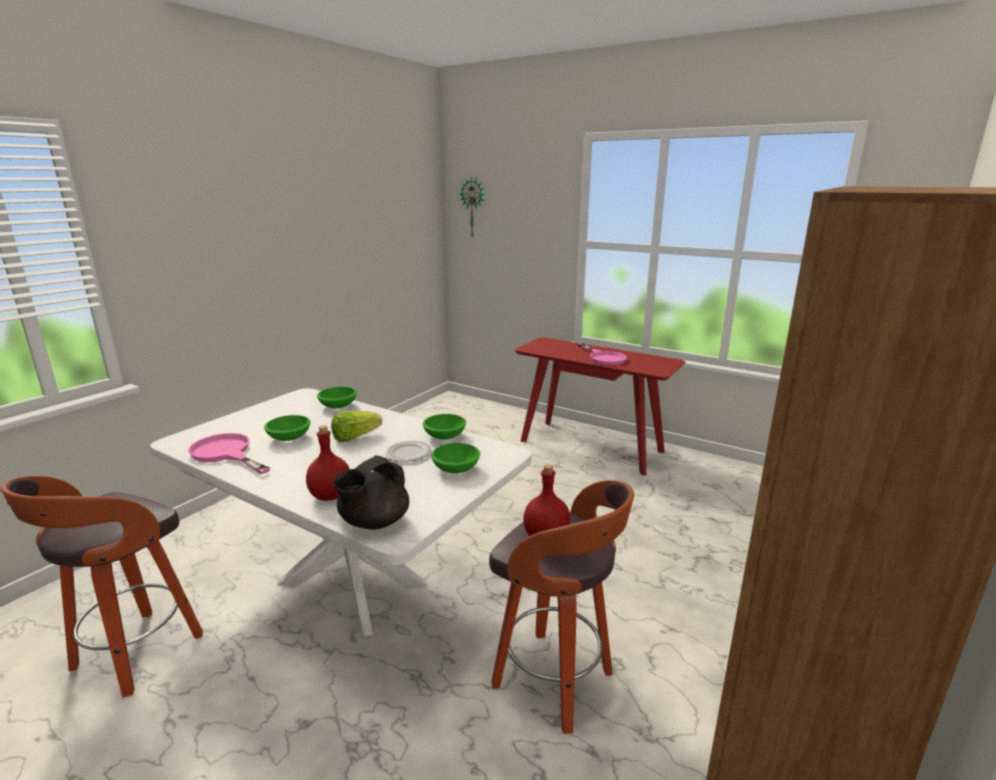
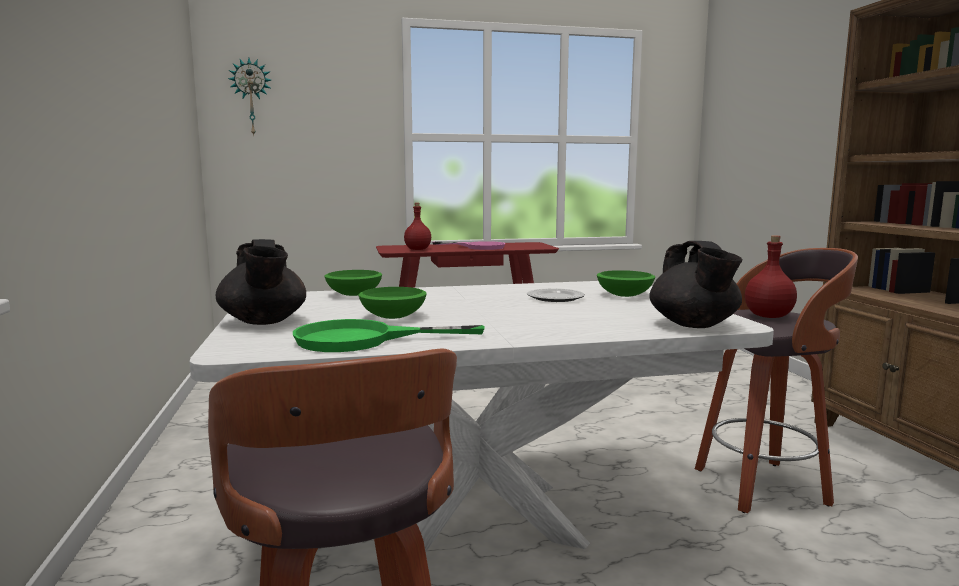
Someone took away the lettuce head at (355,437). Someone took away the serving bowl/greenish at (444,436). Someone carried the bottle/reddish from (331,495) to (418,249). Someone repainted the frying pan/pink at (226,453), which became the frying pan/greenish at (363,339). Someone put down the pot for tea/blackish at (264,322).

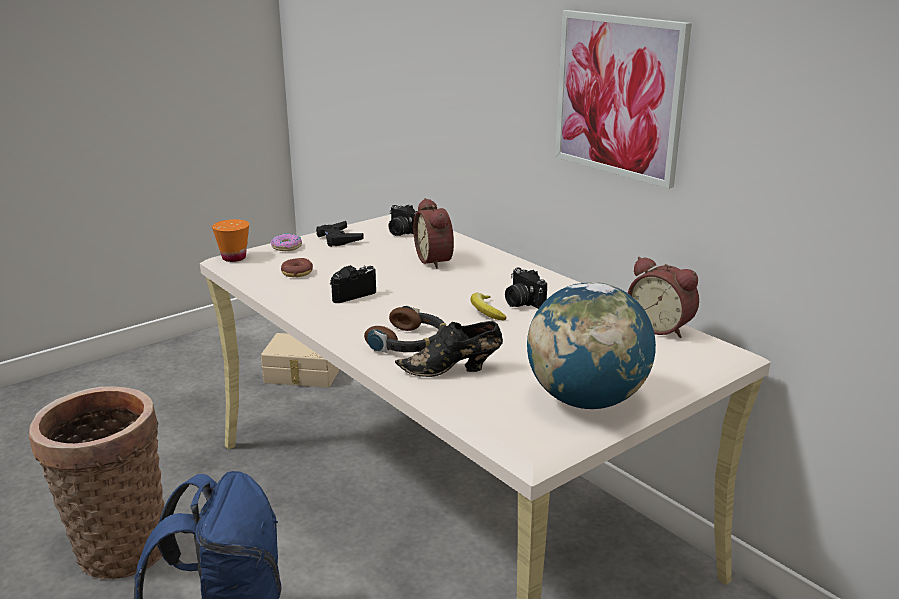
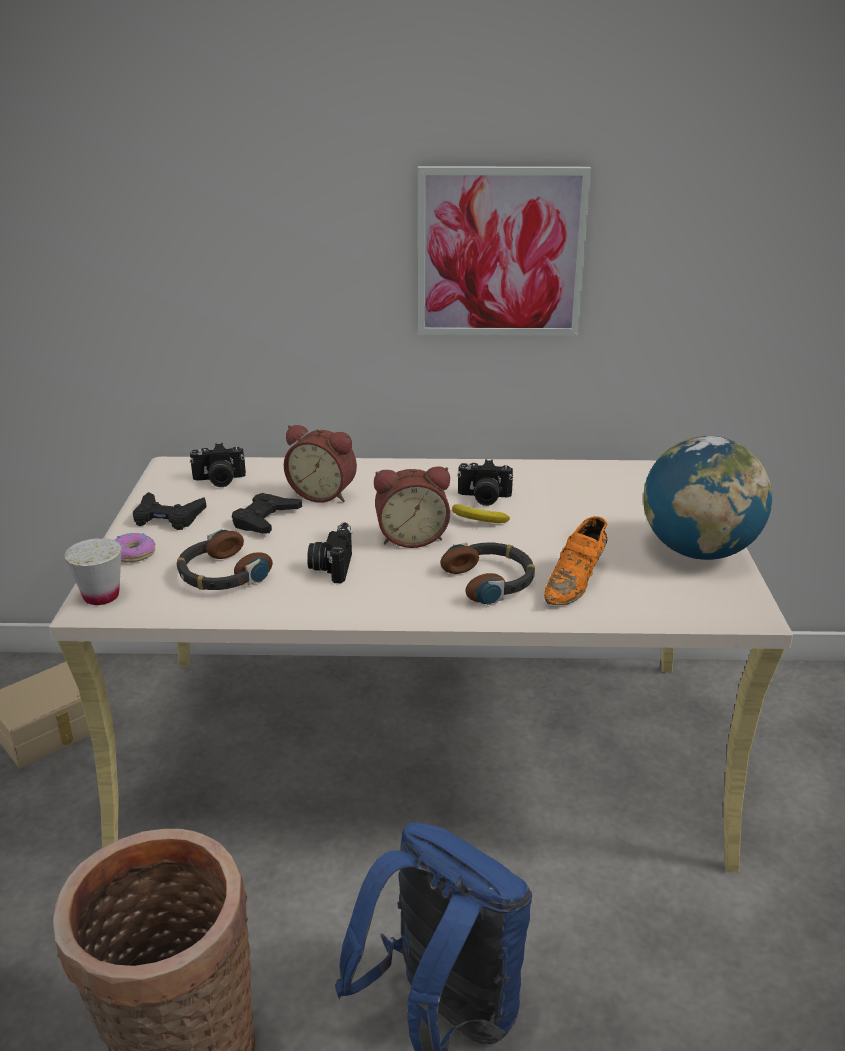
Someone repainted the drinking cup/orange-coloured at (234,258), which became the drinking cup/white-coloured at (101,596). Someone carried the bedside clock from (661,327) to (411,537). Someone swapped the donut at (297,273) for the headphones at (221,574). Someone repainted the shoe/blackish at (453,370), which became the shoe/orange-coloured at (576,583). Someone put down the gamepad/blackish at (265,519).

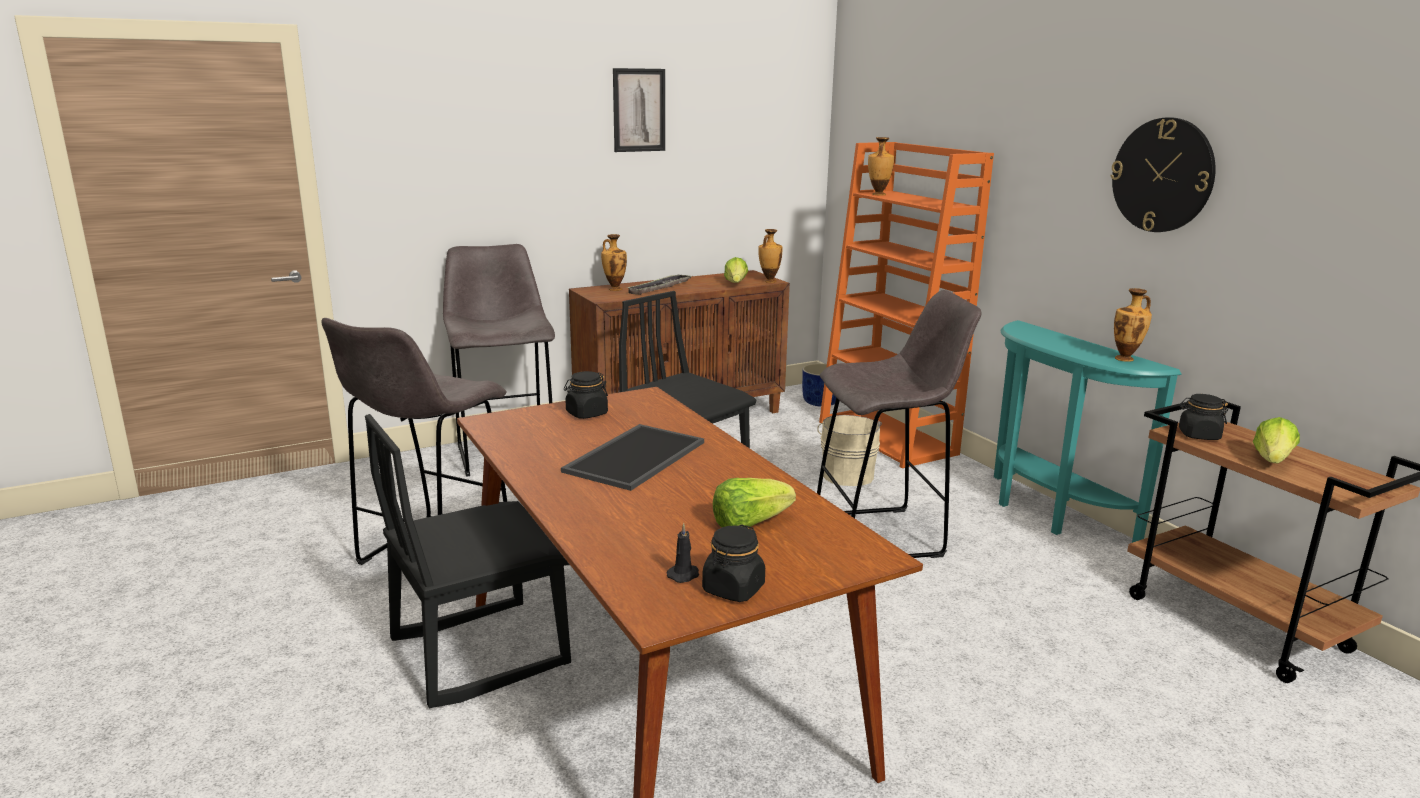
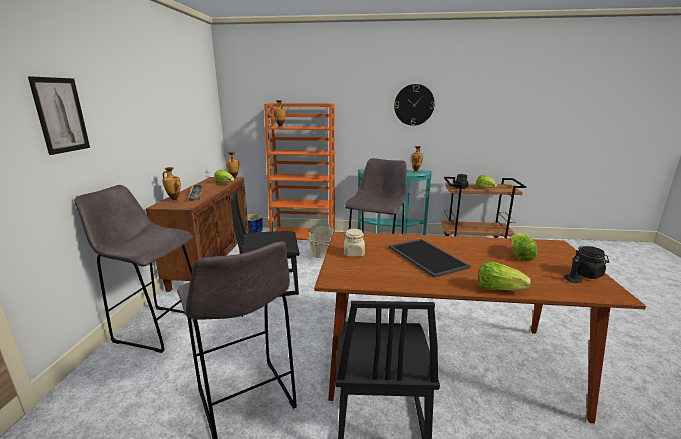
Someone carried the wall art from (639,110) to (61,115). Someone repainted the preserve jar/blackish at (586,414), which became the preserve jar/beige-coloured at (354,253). Someone put down the lettuce head at (498,289).

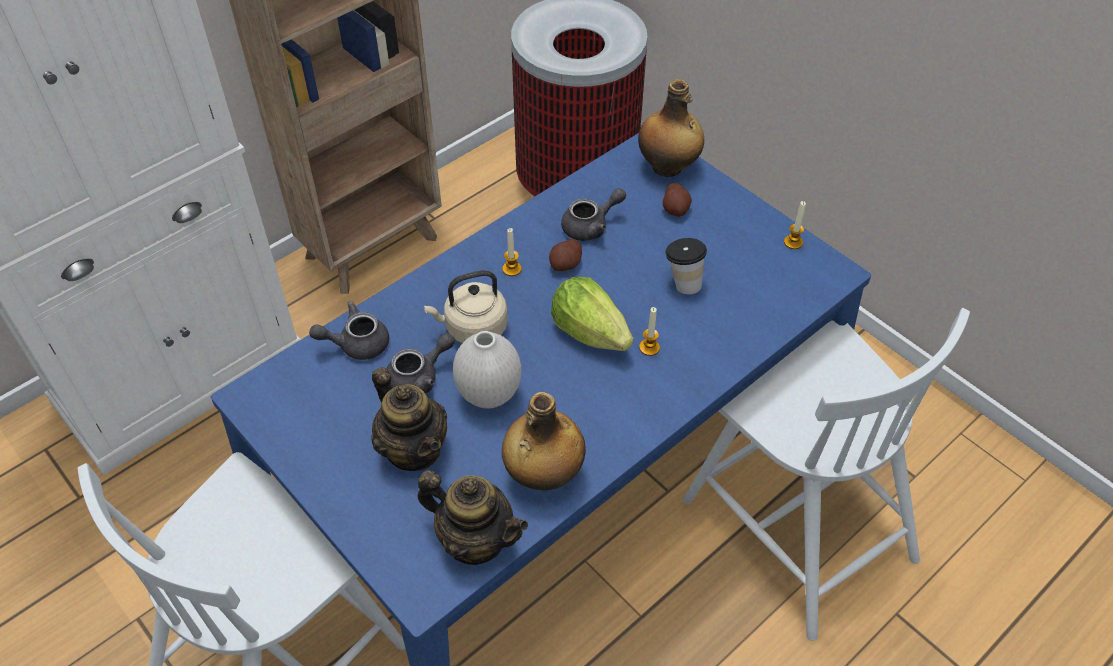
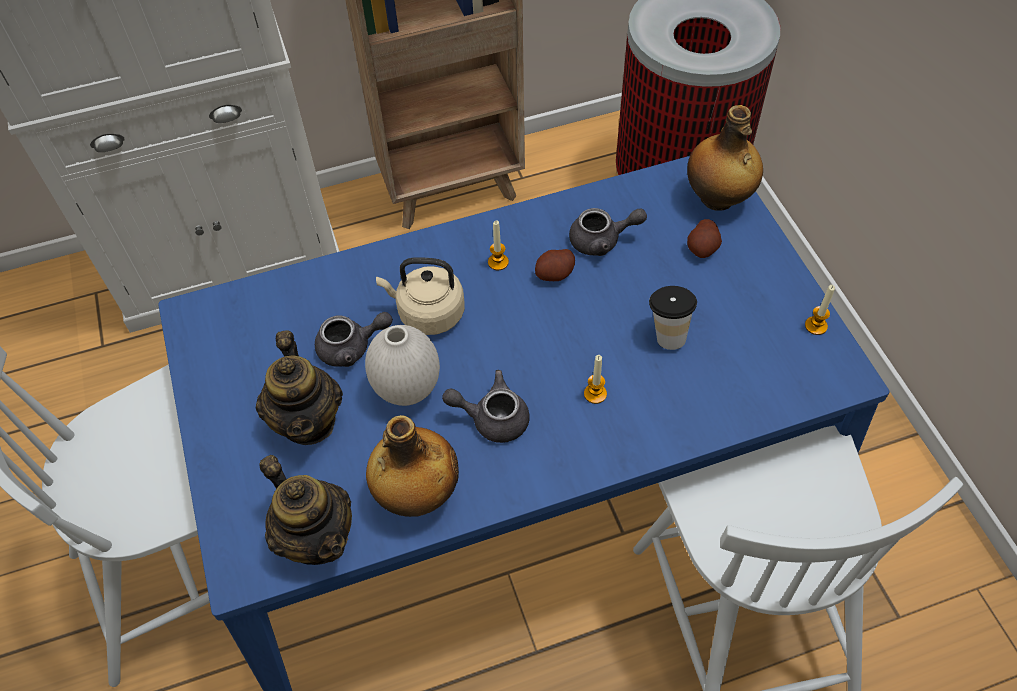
Someone took away the lettuce head at (590,332). Someone carried the pot for tea/greyish from (356,344) to (492,418).

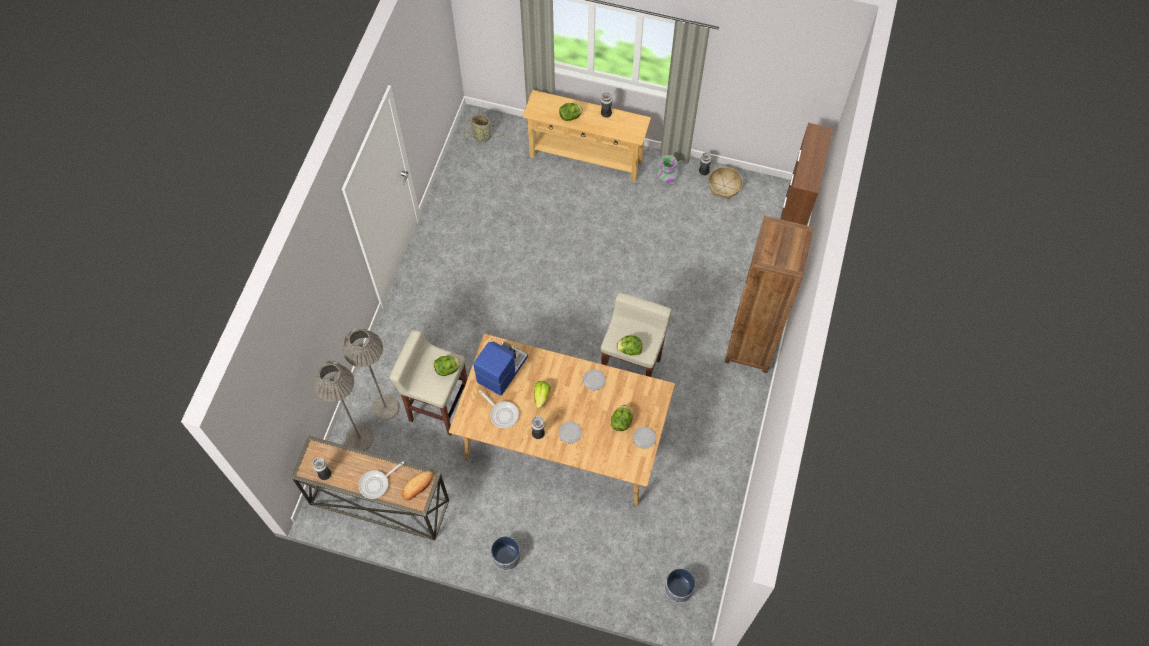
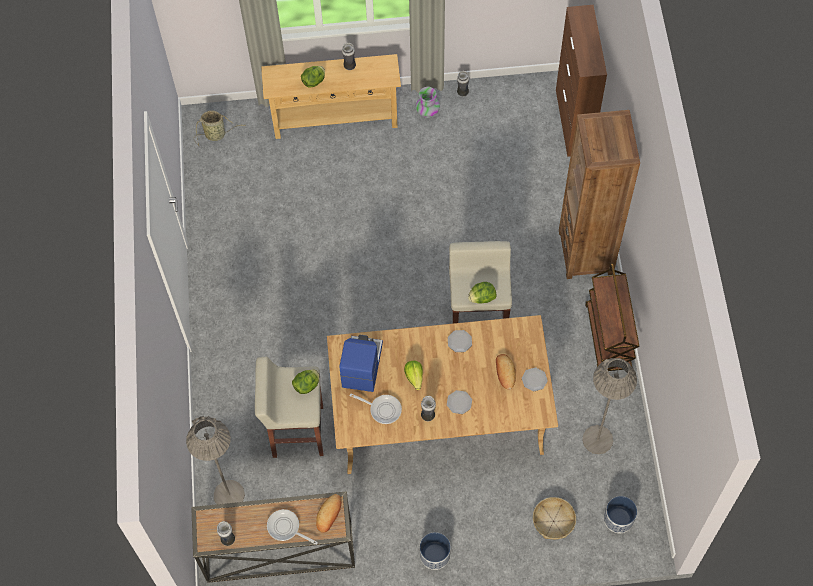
Someone carried the storage basket from (724,186) to (553,521). Someone carried the standard lamp/greyish from (385,407) to (597,439). Someone swapped the lettuce head at (621,421) for the bread at (505,372). Someone rotated the frying pan at (376,484) by 90 degrees clockwise. Someone put down the wheeled cart/brown at (608,339).

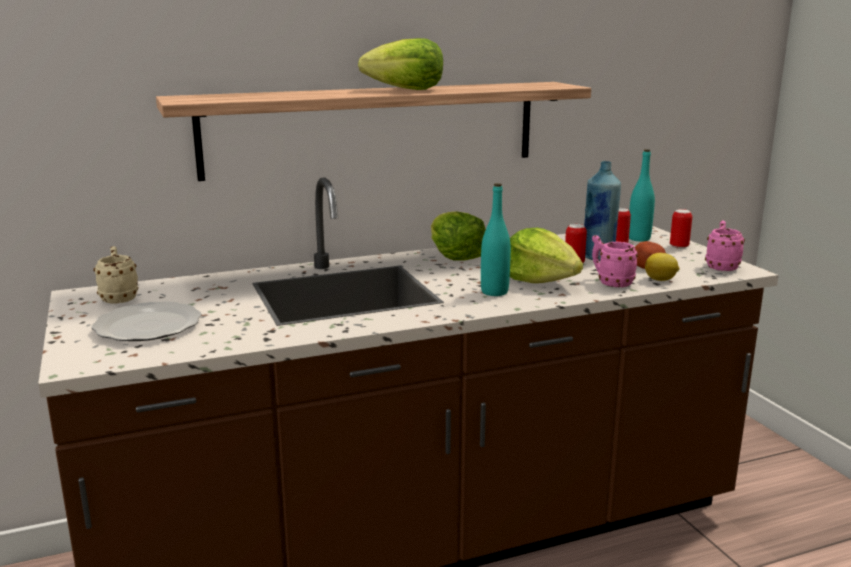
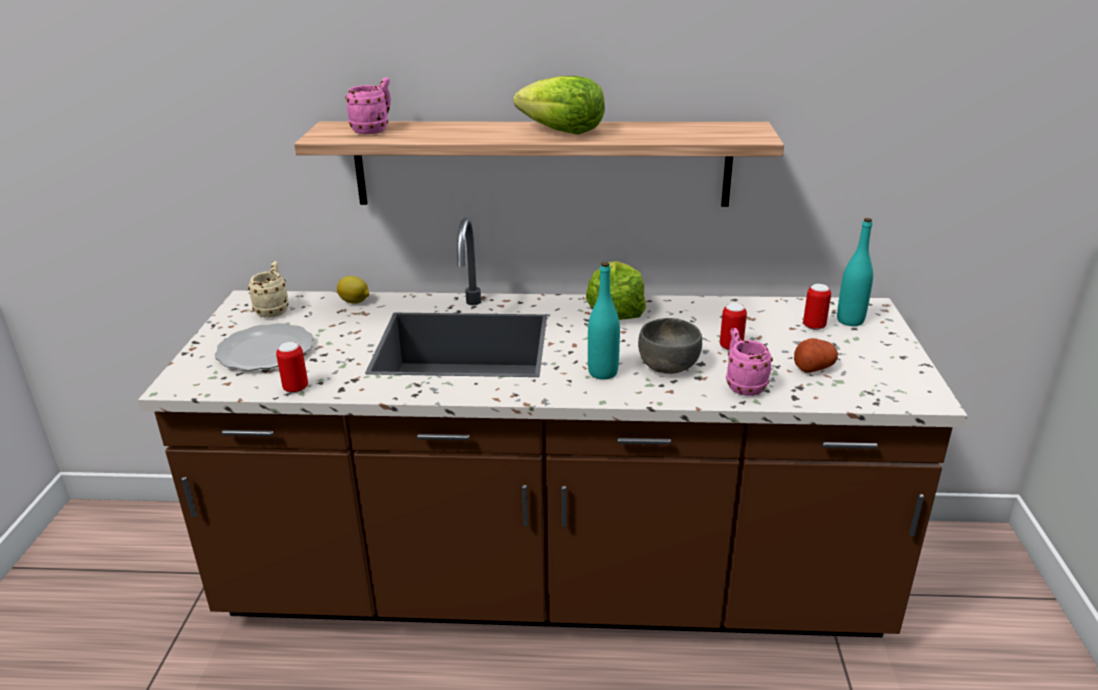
Someone took away the bottle/blue-coloured at (598,257). Someone carried the metal can from (679,246) to (296,388). Someone carried the tea mug/pink from (721,266) to (374,130). Someone swapped the lettuce head at (541,280) for the serving bowl/greyish at (668,365). Someone carried the lemon from (661,280) to (355,302).

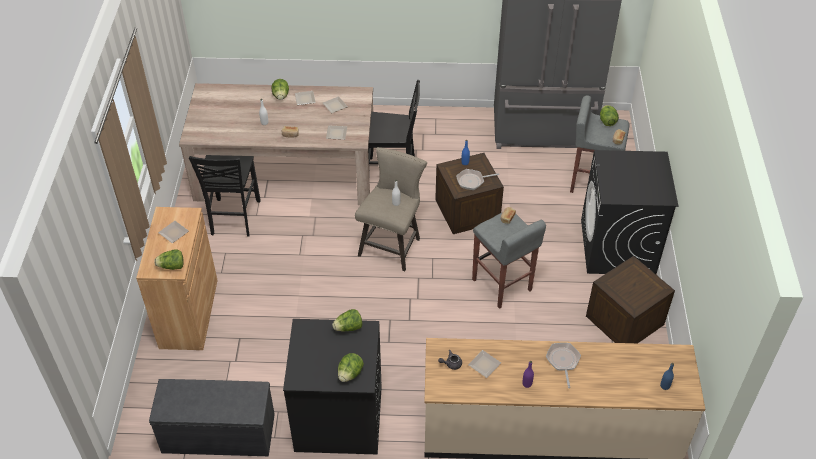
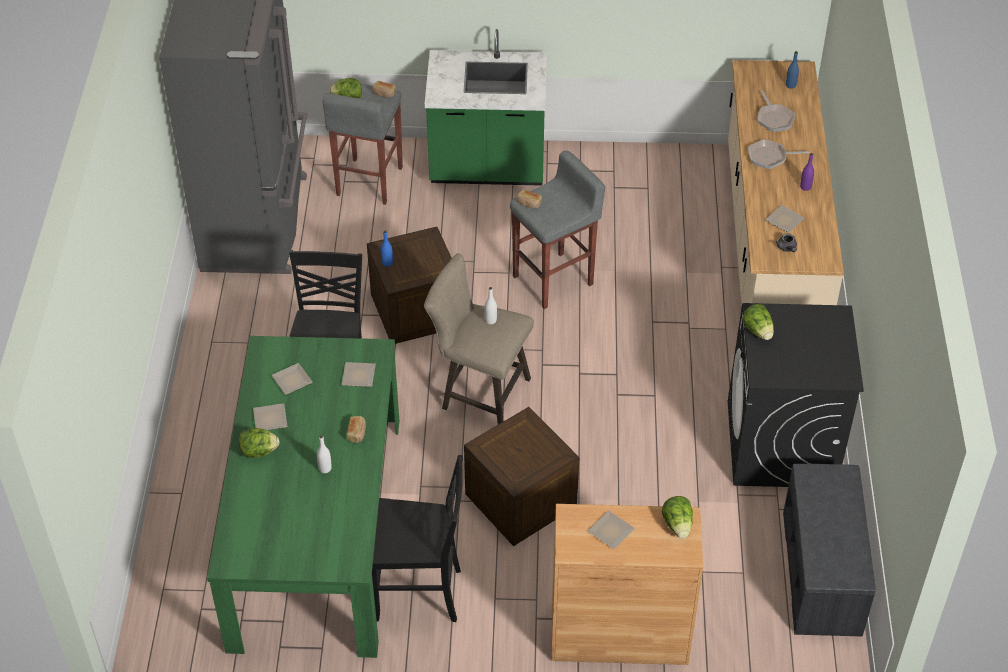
Someone repainted the kitchen table/beige-coloured at (286,172), which became the kitchen table/greenish at (317,530). Someone swapped the laundry appliance/blackish at (617,247) for the counter/greenish at (487,169). Someone carried the frying pan from (472,181) to (774,118). Someone carried the shipping crate from (624,320) to (520,500). Someone took away the lettuce head at (350,373).

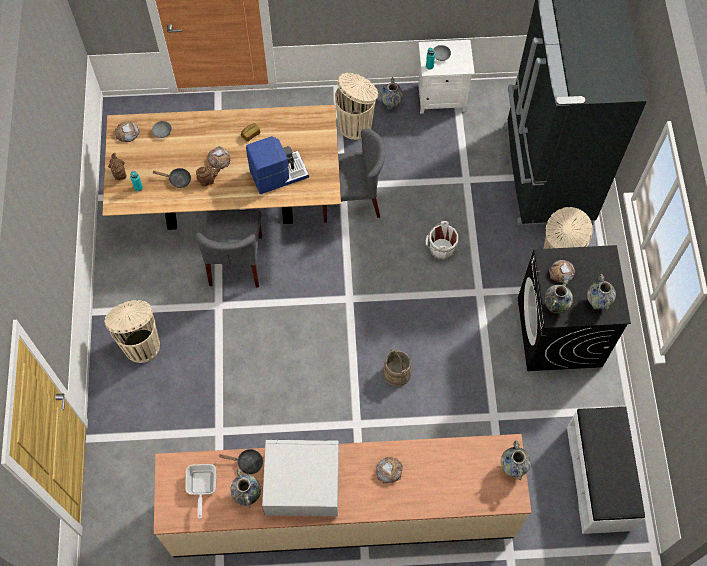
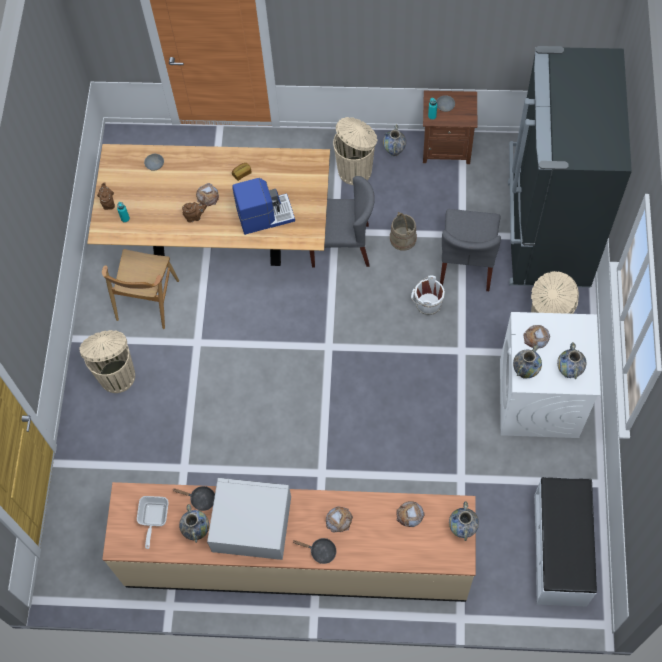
Someone repainted the bedside table/white-coloured at (441,97), which became the bedside table/brown at (446,147). Someone carried the bread from (127,133) to (409,515). Someone carried the frying pan/blackish from (177,180) to (320,551). Someone carried the plain chair/greyish from (236,261) to (467,263). Someone repainted the laundry appliance/blackish at (559,333), which became the laundry appliance/white-coloured at (539,399). Someone carried the water bucket/beige-coloured from (397,373) to (403,238). Someone put down the plain chair/brown at (147,300).

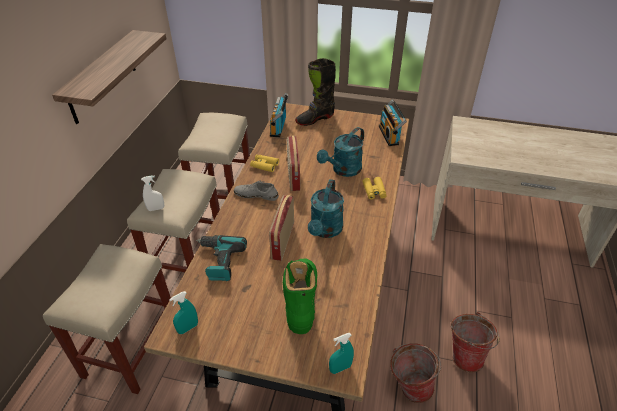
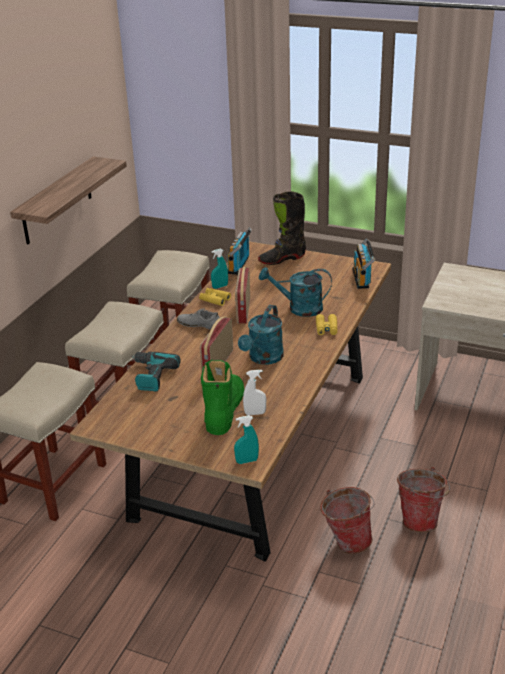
Someone rotated the watering pot/turquoise at (343,170) by 45 degrees clockwise. Someone carried the sprayer/white-coloured from (156,209) to (255,413). Someone carried the sprayer/turquoise from (188,328) to (220,286).

